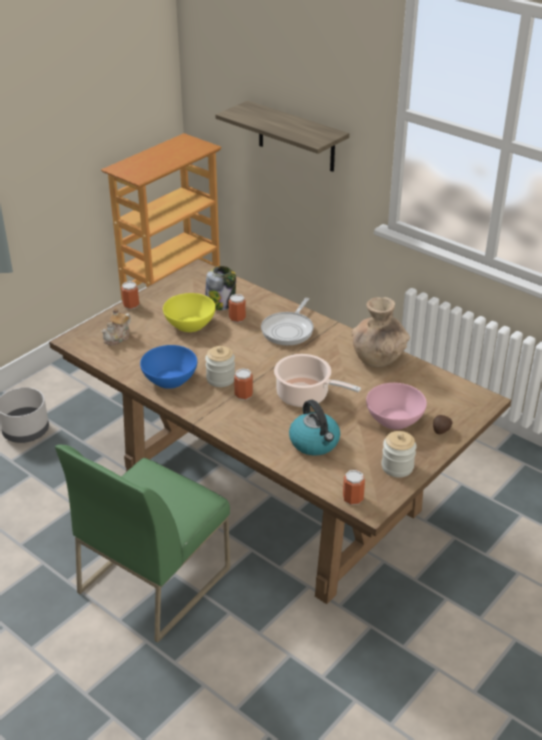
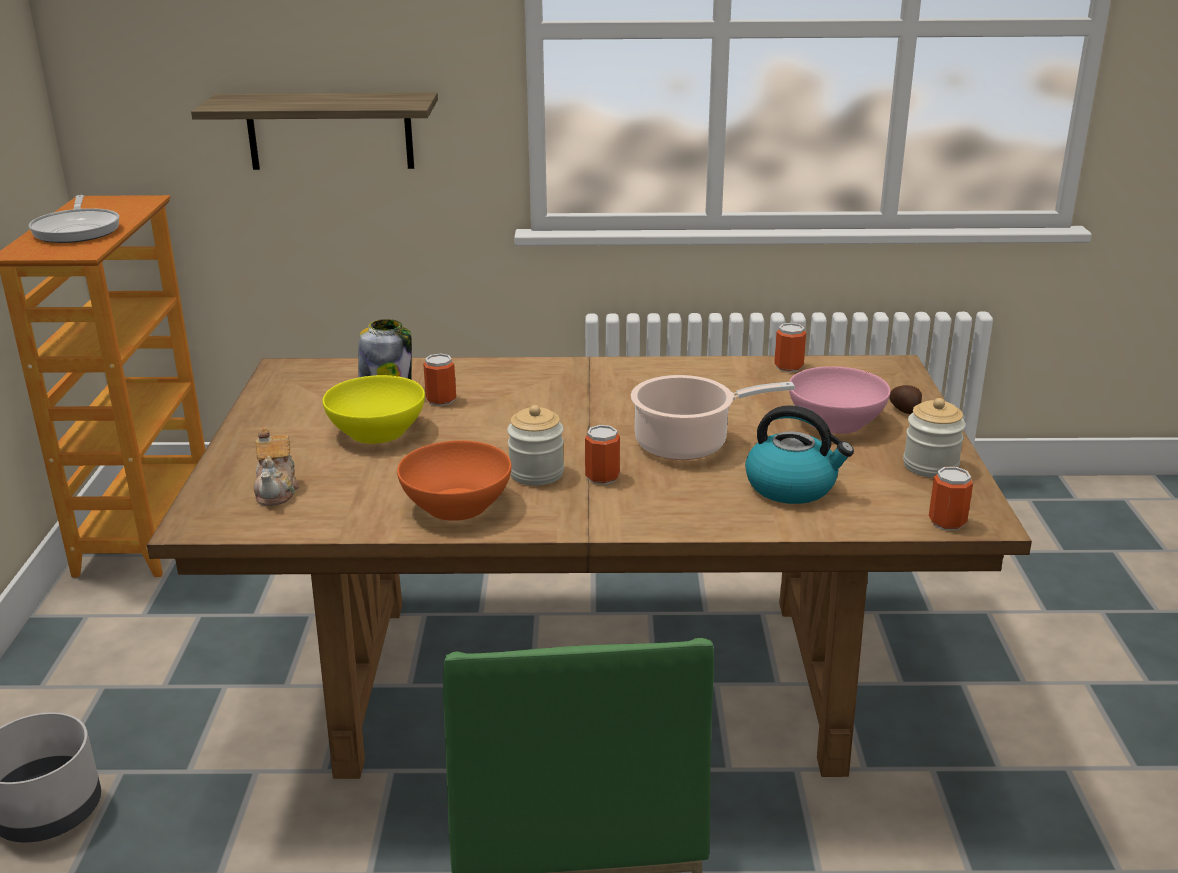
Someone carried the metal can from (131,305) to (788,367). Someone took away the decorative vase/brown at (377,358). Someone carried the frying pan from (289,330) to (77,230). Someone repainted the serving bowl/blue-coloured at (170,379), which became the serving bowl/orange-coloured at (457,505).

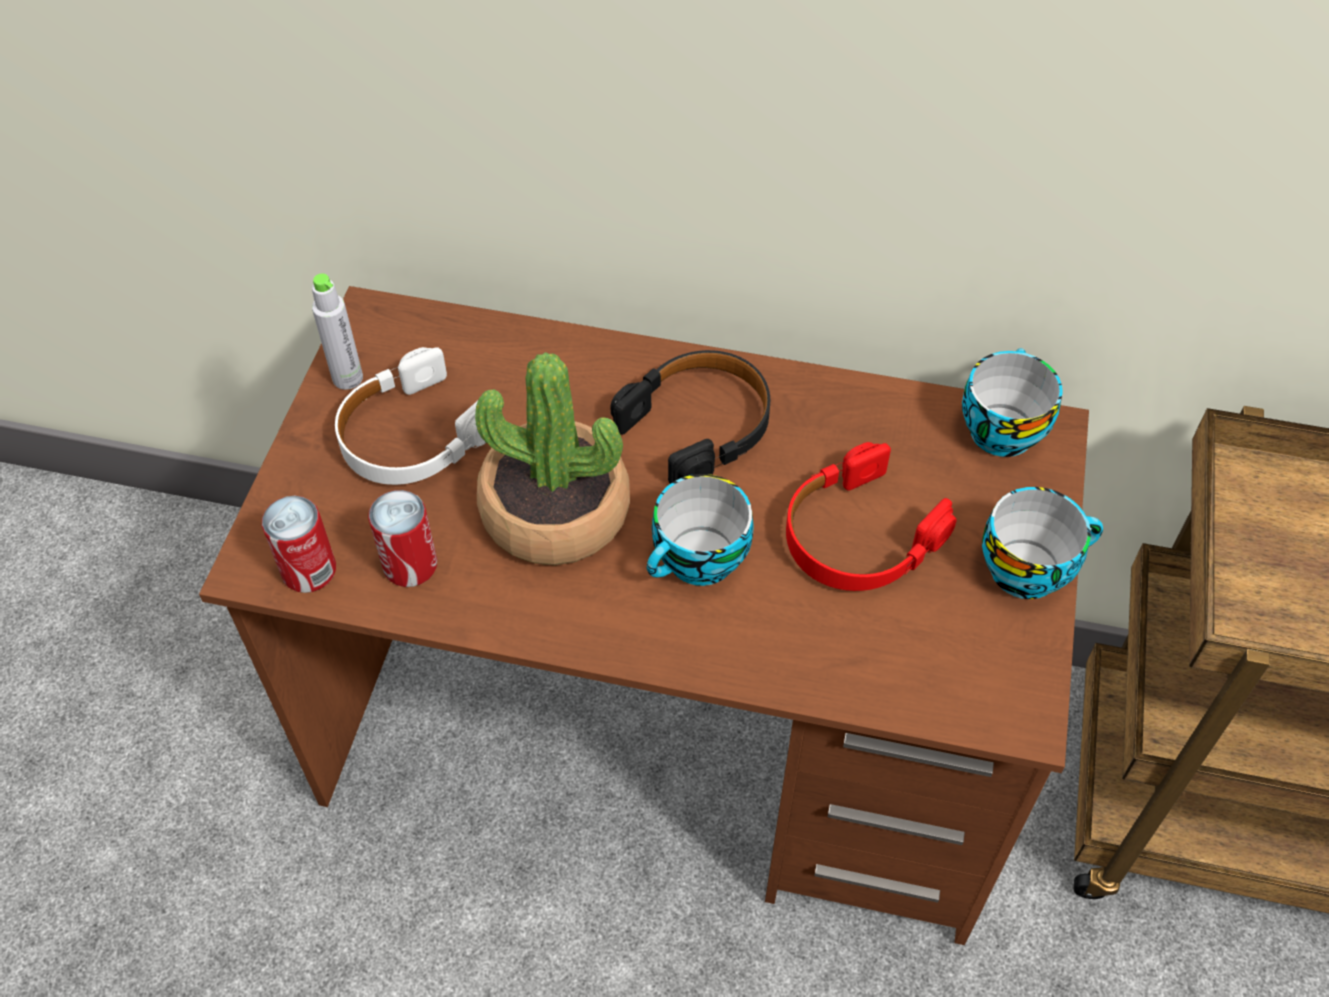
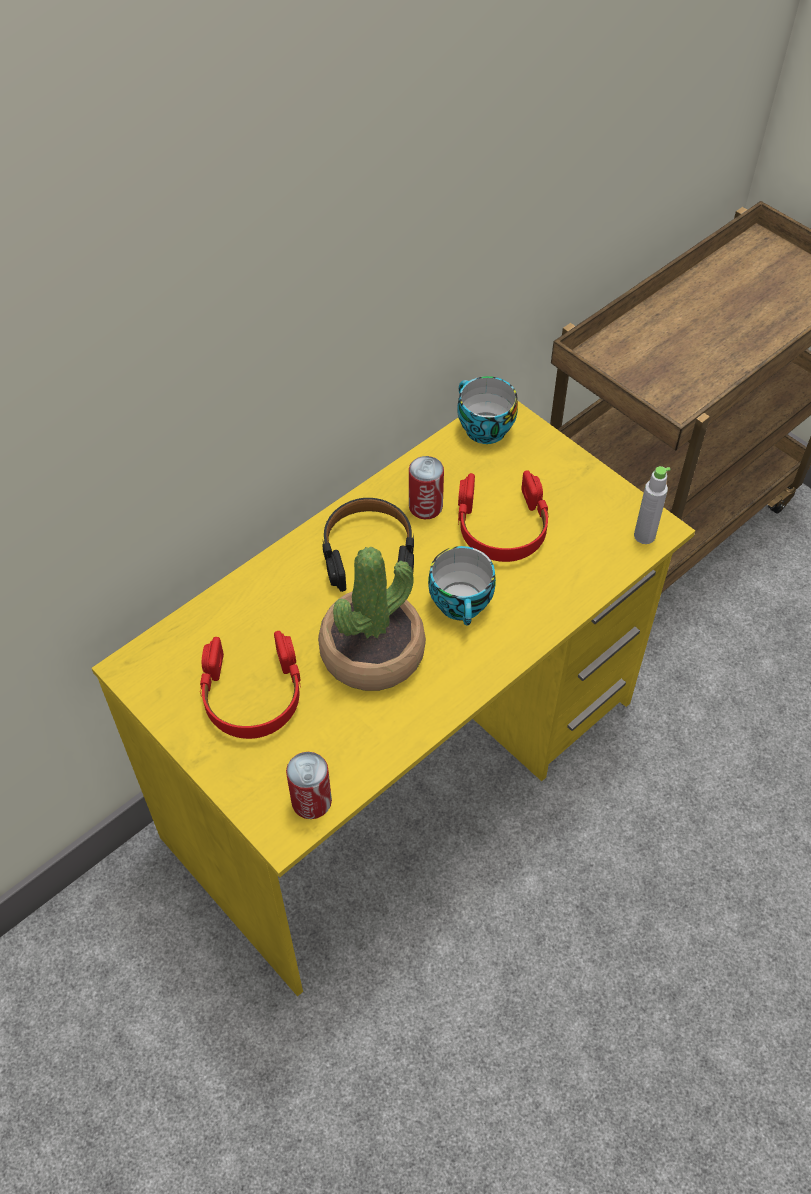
Someone carried the bottle/greyish from (347,378) to (644,536). Someone repainted the desk/brown at (666,740), which became the desk/yellowish at (404,769). Someone repainted the headphones/white-coloured at (412,435), which became the headphones/reddish at (252,695). Someone took away the drinking cup at (1028,567). Someone carried the metal can from (410,565) to (425,507).

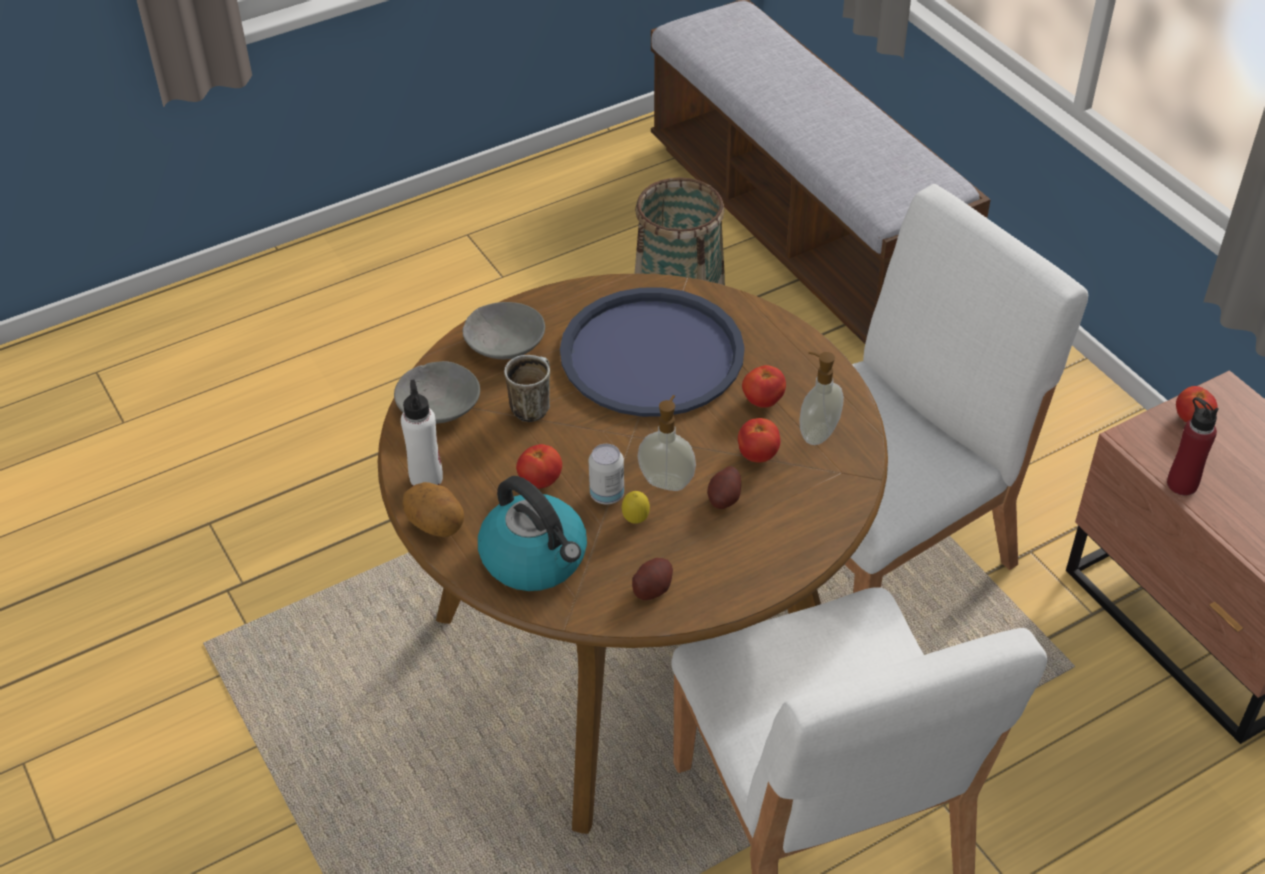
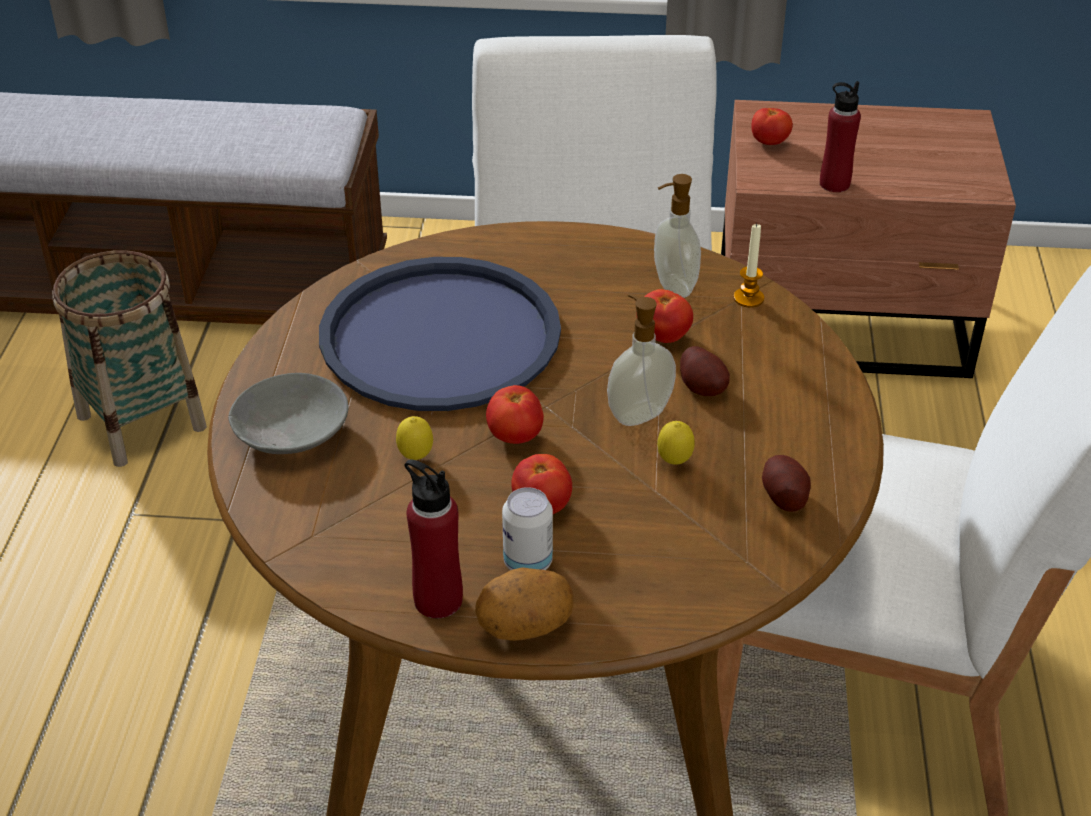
Someone swapped the tea mug at (532,405) for the lemon at (416,458). Someone took away the serving bowl/greyish at (439,405). Someone carried the tomato from (762,401) to (515,436). Someone repainted the bottle/white-coloured at (426,478), which became the bottle/reddish at (438,600). Someone carried the metal can from (607,495) to (528,562). Someone took away the tea kettle at (535,559). Someone put down the wax light at (748,298).

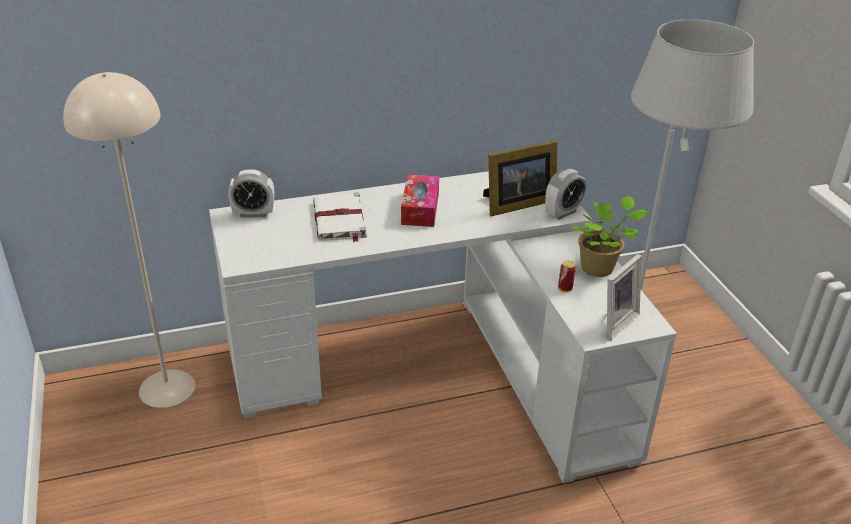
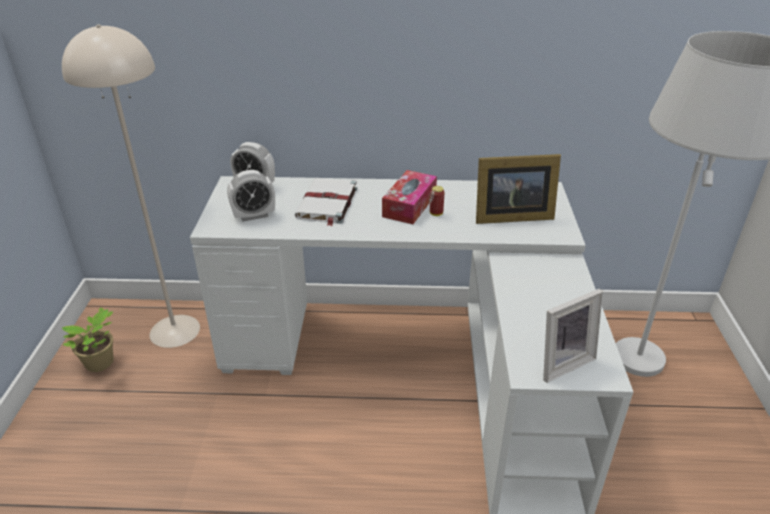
Someone carried the bedside clock from (562,213) to (254,215). Someone carried the houseplant from (600,268) to (101,363). Someone carried the metal can from (565,289) to (436,214).

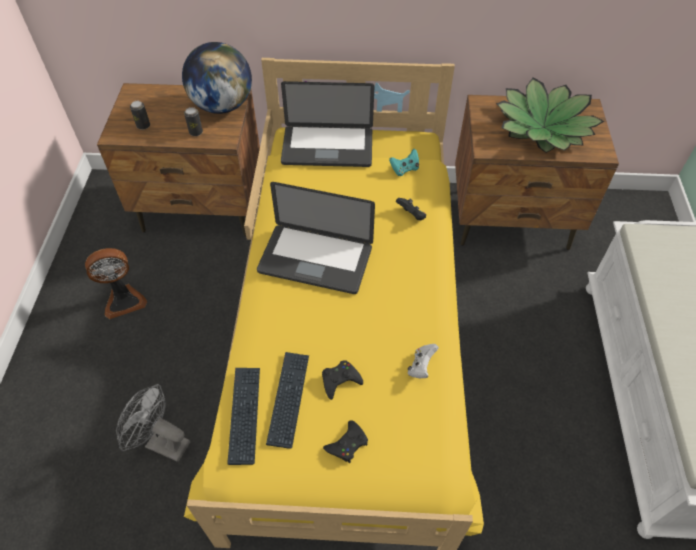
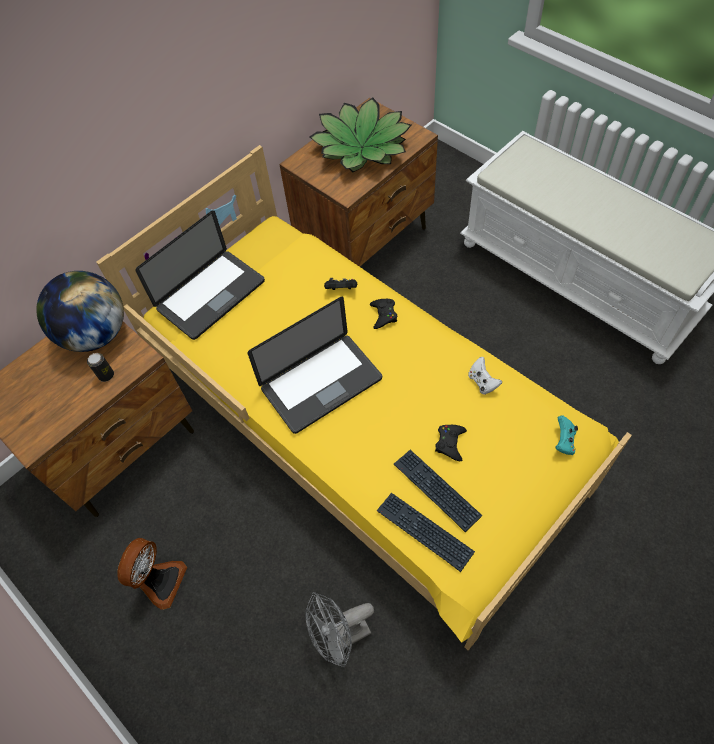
Someone took away the metal can at (143,125). Someone carried the gamepad/turquoise from (404,169) to (564,441). Someone carried the gamepad/blackish from (347,444) to (383,315).

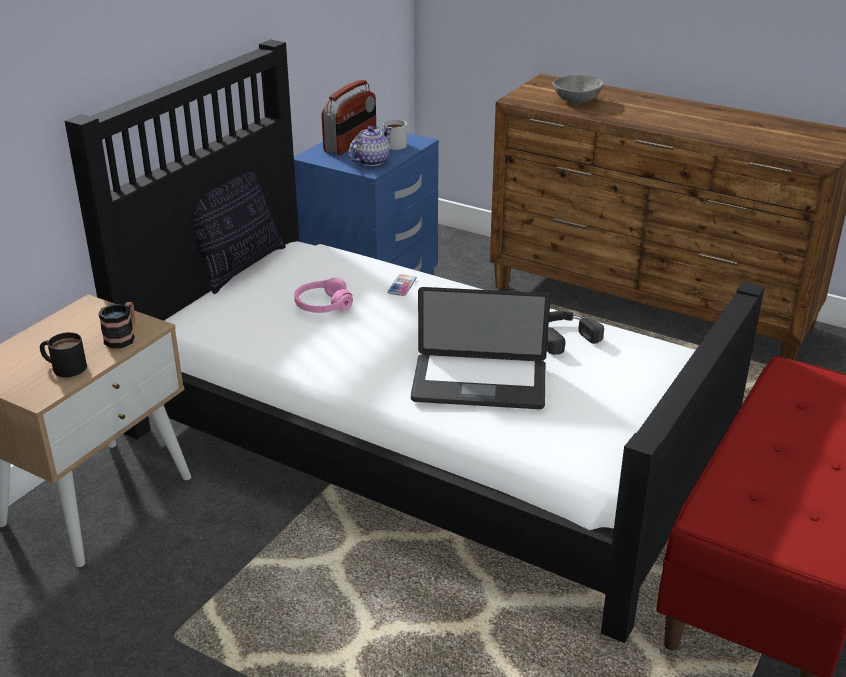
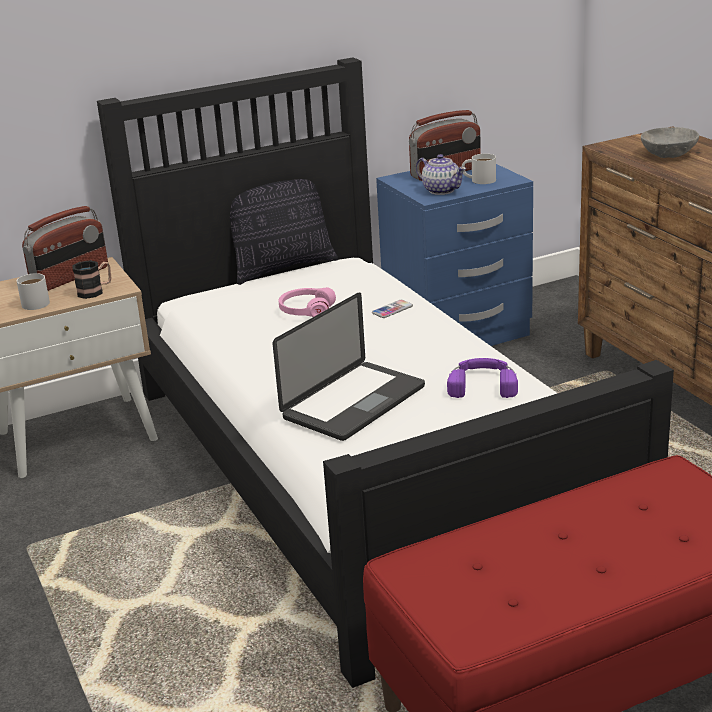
Someone rotated the pot for tea at (370,161) by 60 degrees clockwise. Someone rotated the portable computer at (479,383) by 90 degrees counterclockwise. Someone repainted the headphones/blackish at (562,336), which became the headphones/purple-coloured at (482,384). Someone repainted the tea mug/blackish at (64,367), which became the tea mug/white-coloured at (33,302). Someone put down the radio at (70,277).

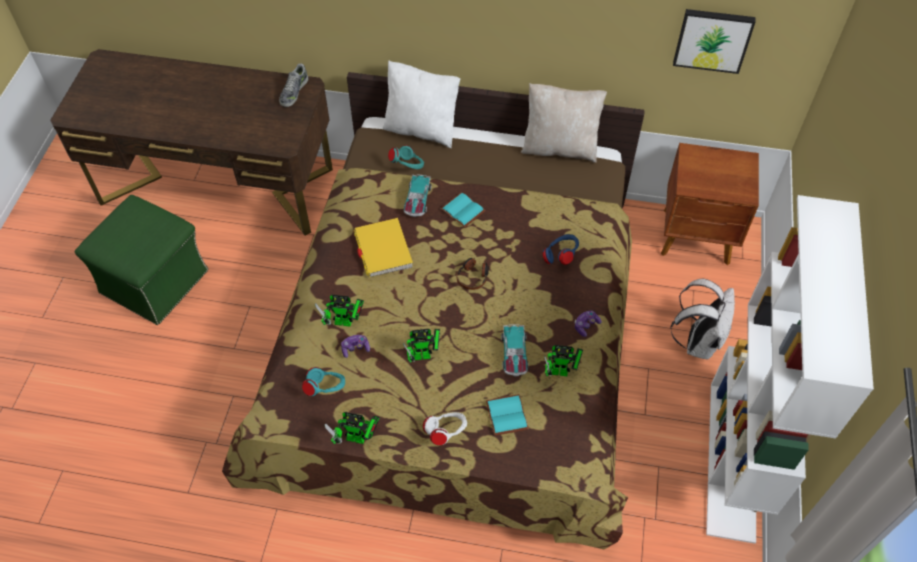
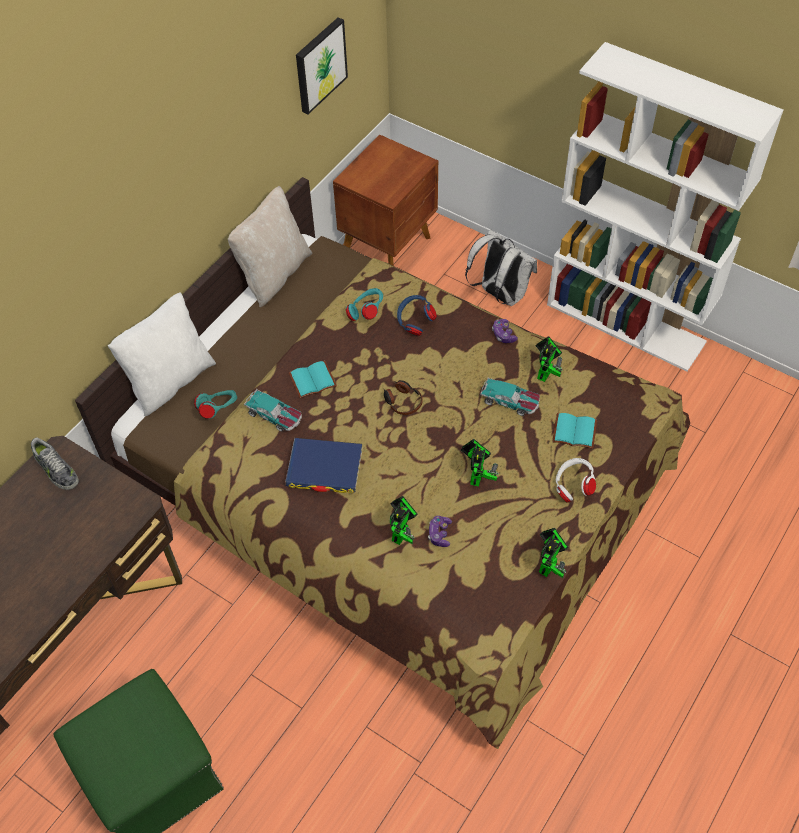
Someone repainted the book/yellowish at (383,250), which became the book/blue-coloured at (324,468). Someone carried the headphones/turquoise from (326,389) to (366,313).

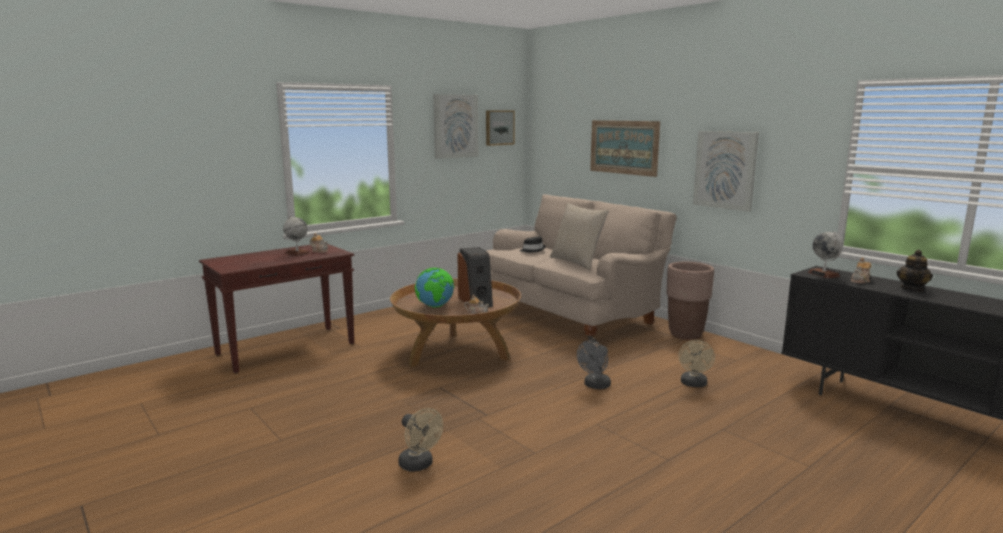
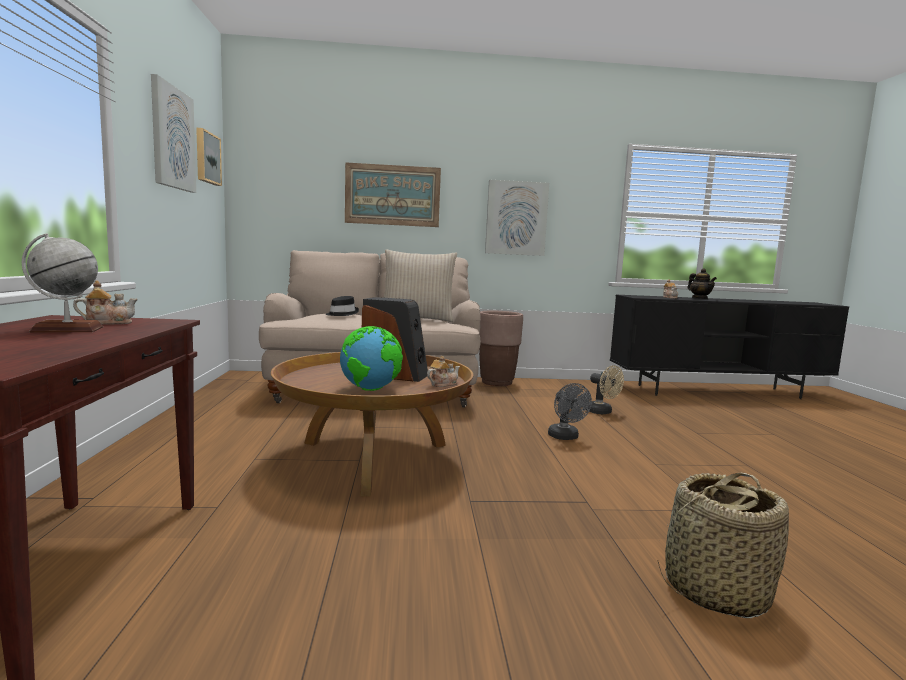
Someone took away the world globe at (824,274). Someone swapped the cooling fan/beige-coloured at (419,465) for the storage basket at (715,591).

